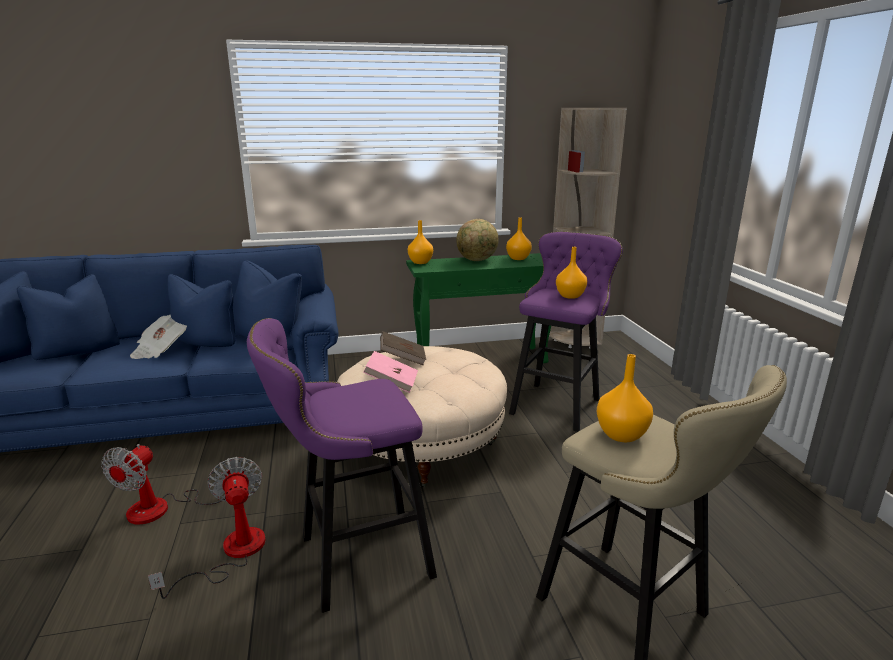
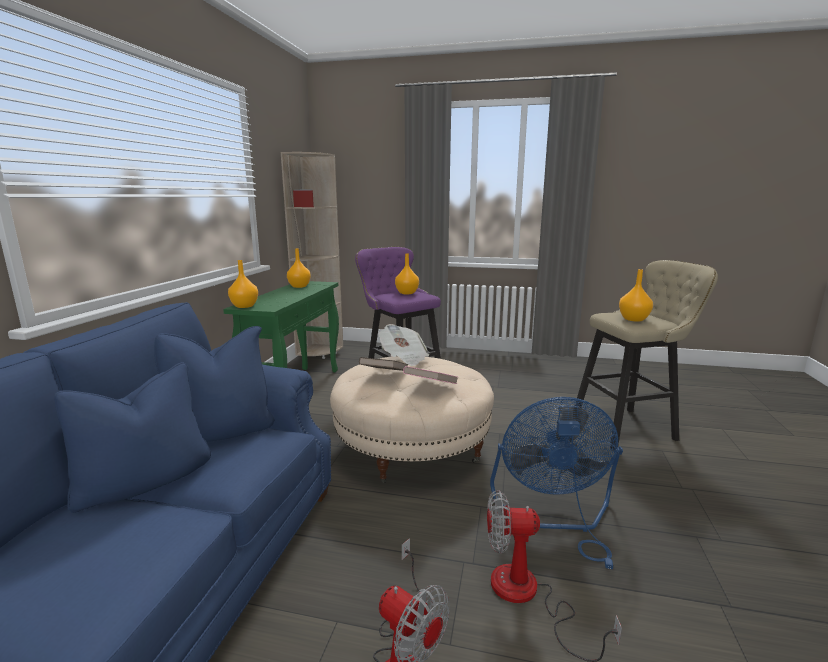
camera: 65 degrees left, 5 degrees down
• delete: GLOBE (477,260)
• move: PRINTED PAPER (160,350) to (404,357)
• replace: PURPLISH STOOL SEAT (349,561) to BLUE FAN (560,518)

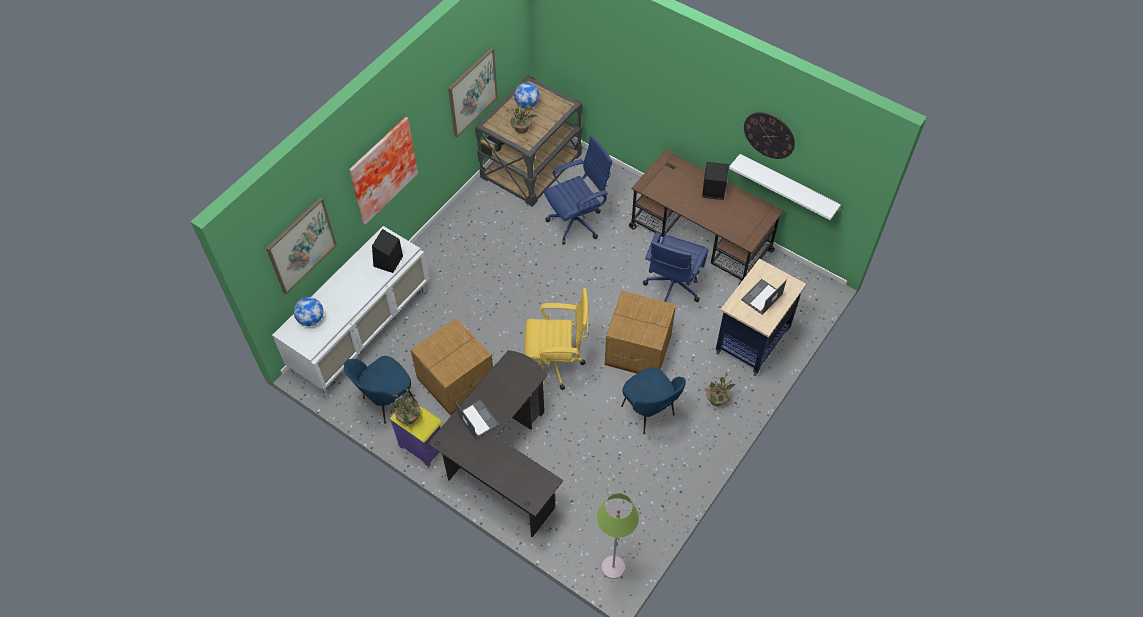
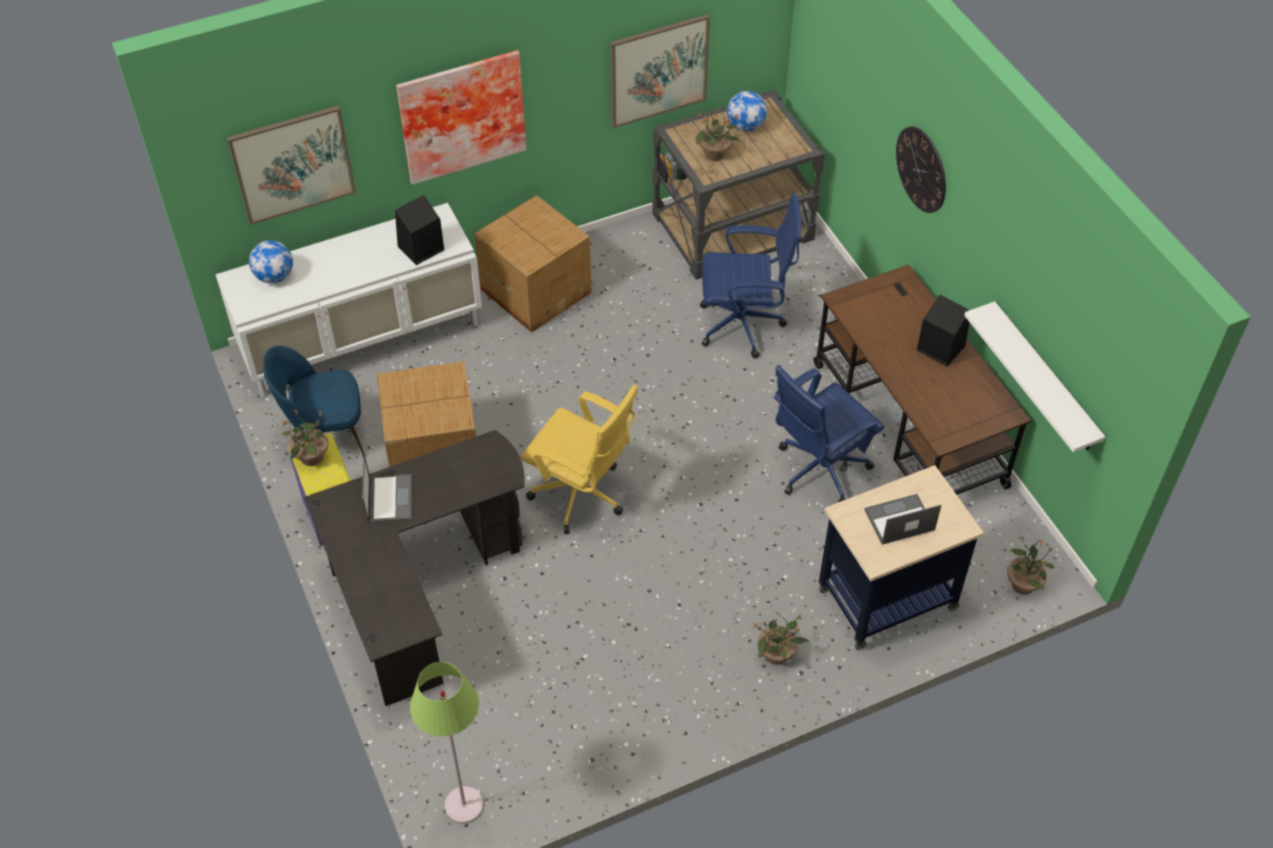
camera: 30 degrees right, 5 degrees down
• move: CLOCK ON THE WALL (769,135) to (921,169)
• move: PACKING BOX (637,348) to (536,289)
• delete: BLUE PLAIN CHAIR (650,414)
• insert: HOUSEPLANT (1023,584)

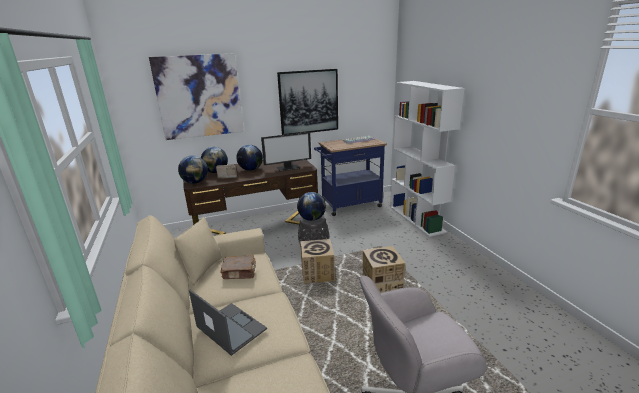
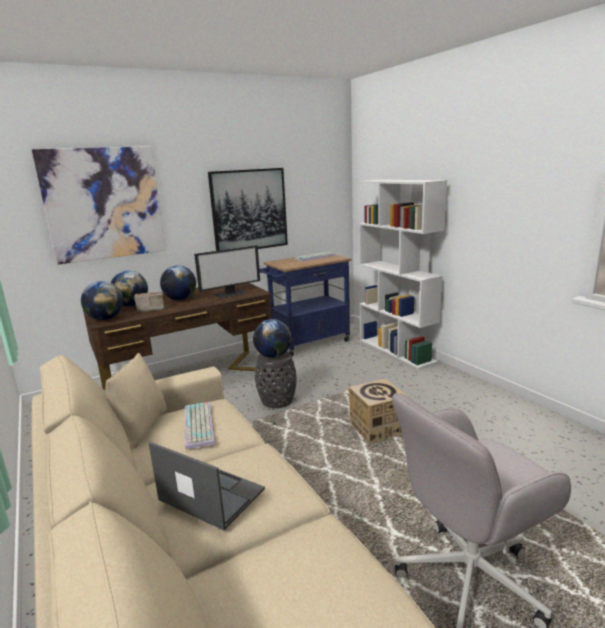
camera: 10 degrees left, 5 degrees down
• delete: PACKING BOX (317,273)
• replace: BROWN BOOK (240,273) to KEYBOARD (200,425)

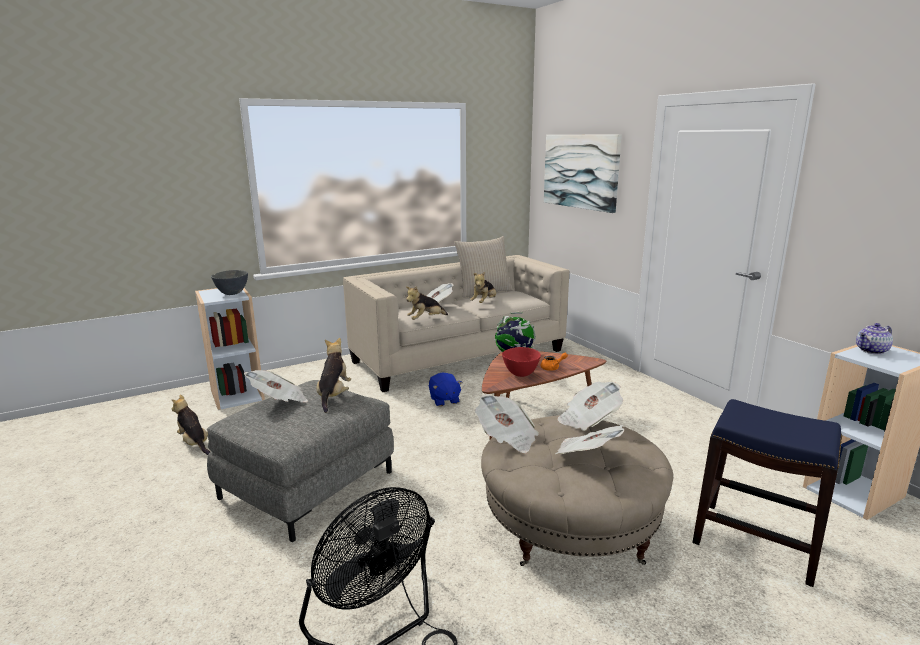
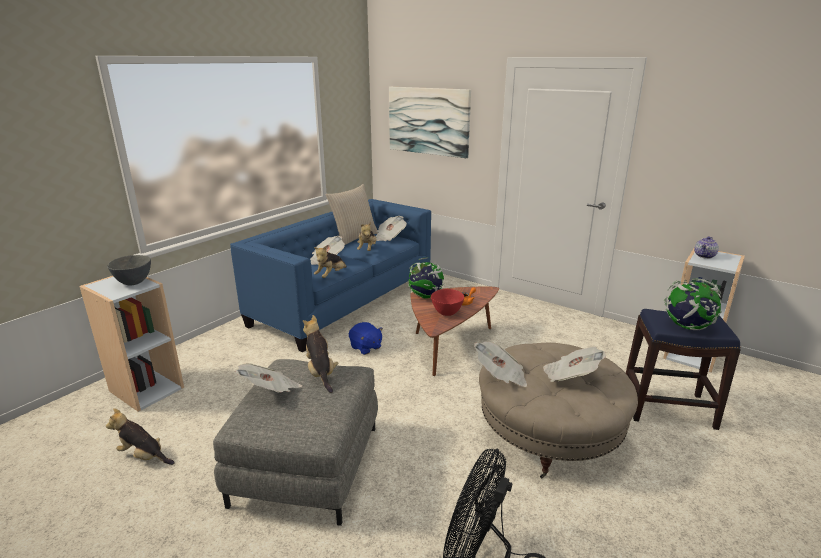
camera: 25 degrees left, 5 degrees up
• recolor: BEIGE COUCH (459,356) to BLUE COUCH (344,302)
• move: PRINTED PAPER (588,420) to (389,237)
• insert: GLOBE (687,327)

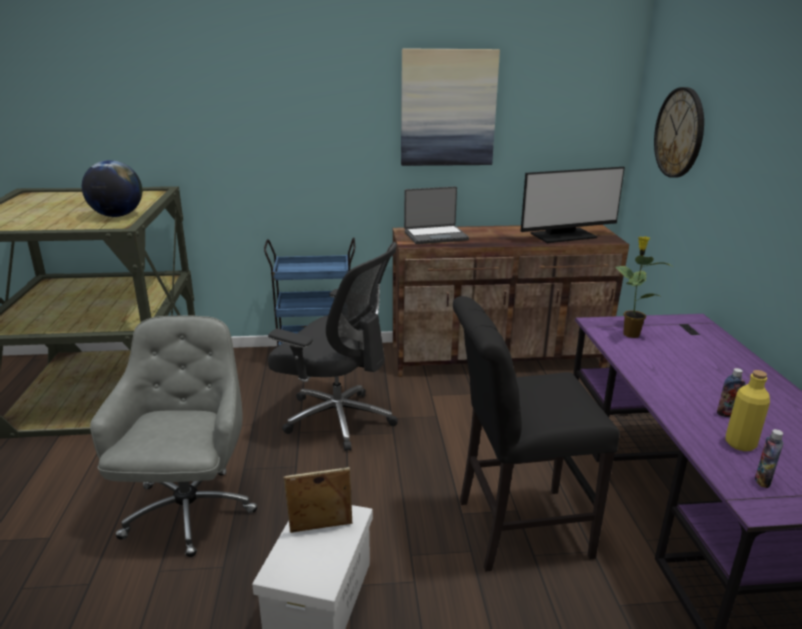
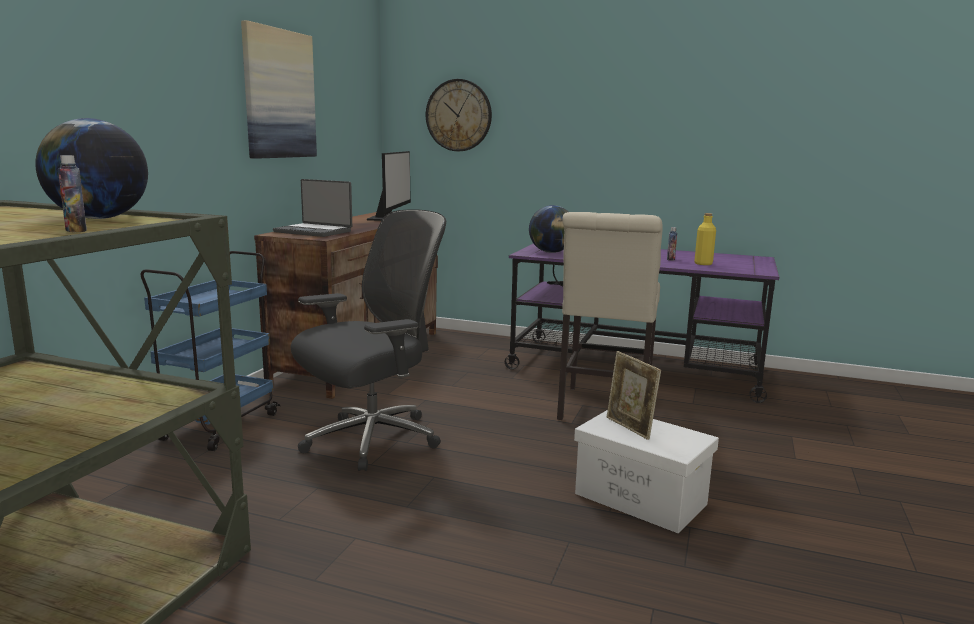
camera: 65 degrees left, 10 degrees down
• rotate: PORTABLE COMPUTER (435,236) = (314,231) 105 degrees clockwise
• replace: HOUSEPLANT (630,333) to GLOBE (551,252)
• recolor: BLACKISH STOOL SEAT (514,528) to BEIGE STOOL SEAT (602,410)
• delete: GRAY DESK CHAIR (189,511)
• move: BEVERAGE BOTTLE (762,481) to (76,230)
• rotate: STANDING FRAME (320,530) = (629,428) 45 degrees counterclockwise

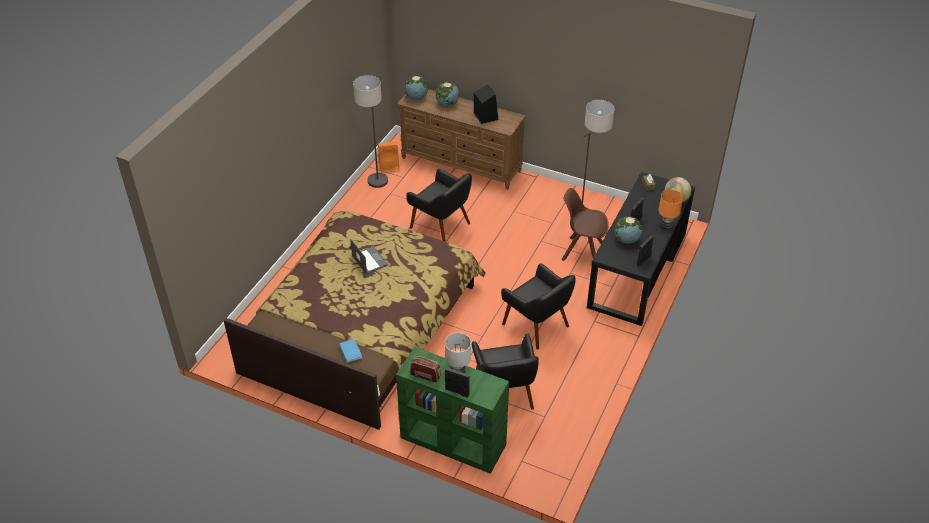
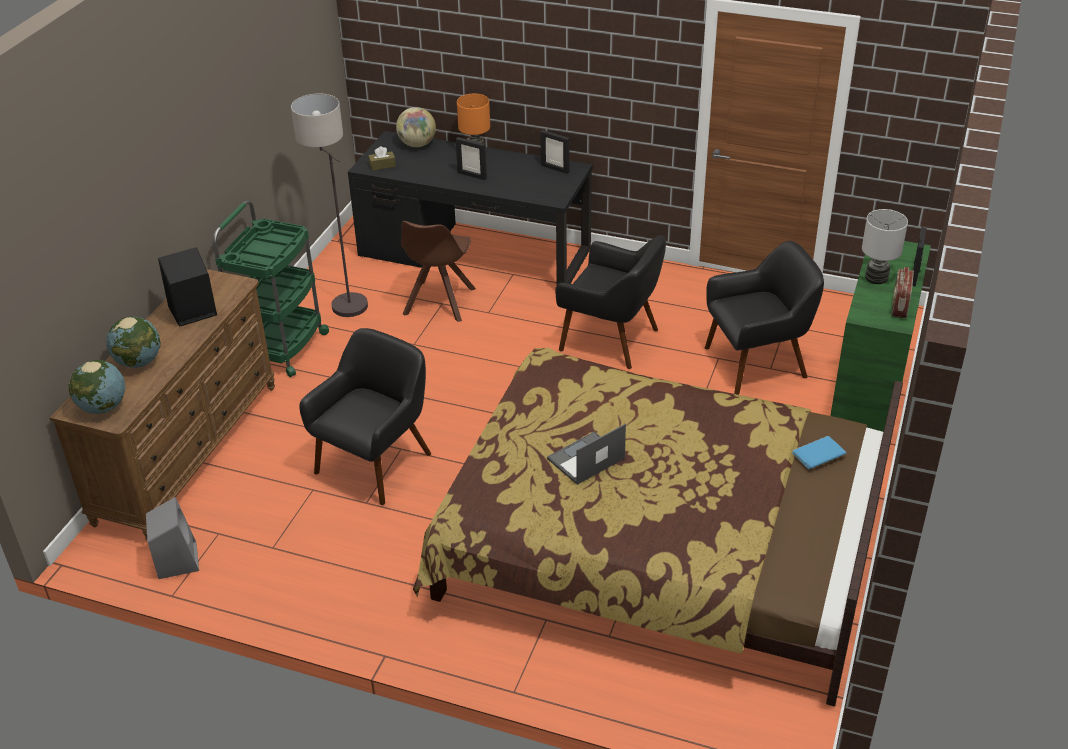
camera: 95 degrees left, 5 degrees down
• delete: GRAY STANDARD LAMP (376,185)
• recolor: ORANGE LOUDSPEAKER (390,166) to GRAY LOUDSPEAKER (177,559)
• delete: GLOBE (627,240)
• rotate: BLACKISH EASY CHAIR (536,325) = (610,340) 75 degrees clockwise
• insert: GREEN-COLOURED CART (281,348)

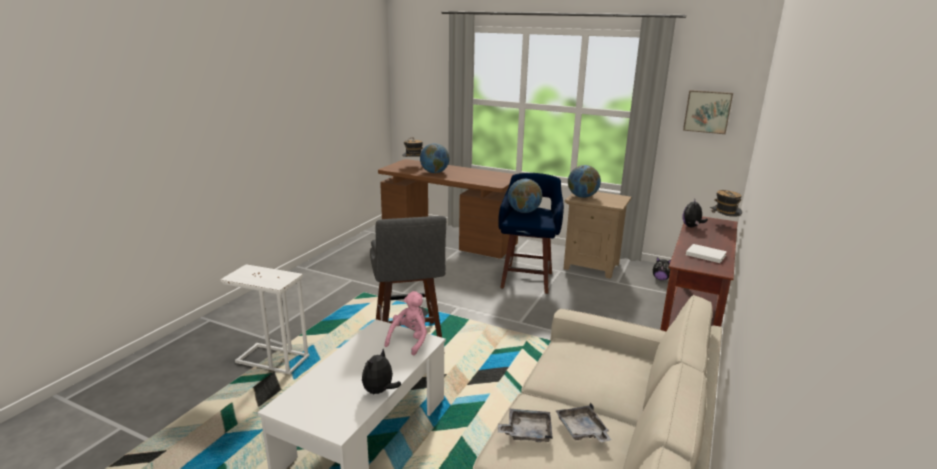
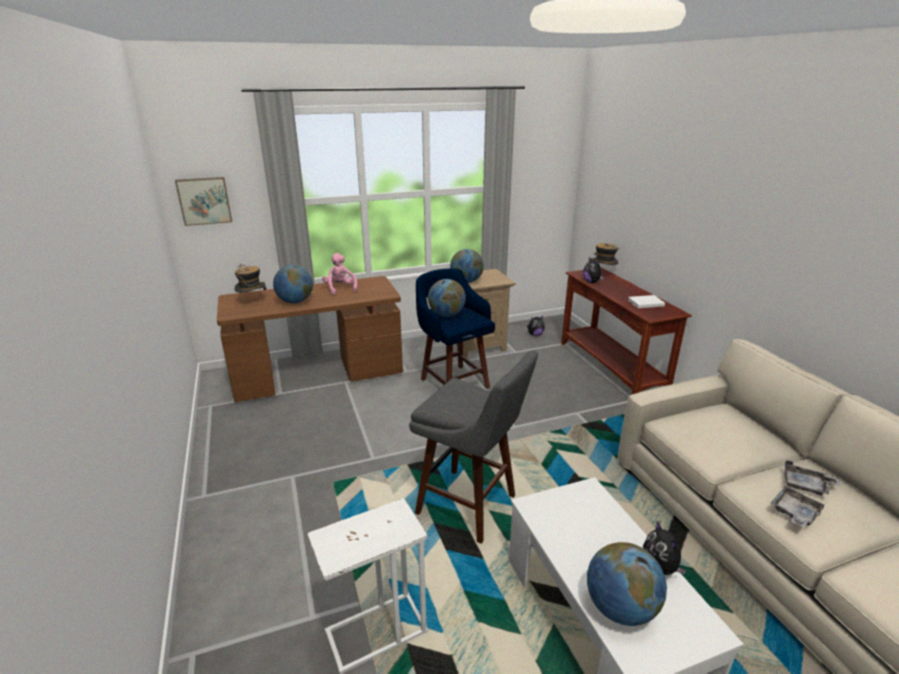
camera: 45 degrees left, 5 degrees up
• move: WALL PICTURE (707,111) to (204,200)
• move: PINK PLUSH TOY (409,340) to (340,289)
• insert: GLOBE (620,608)

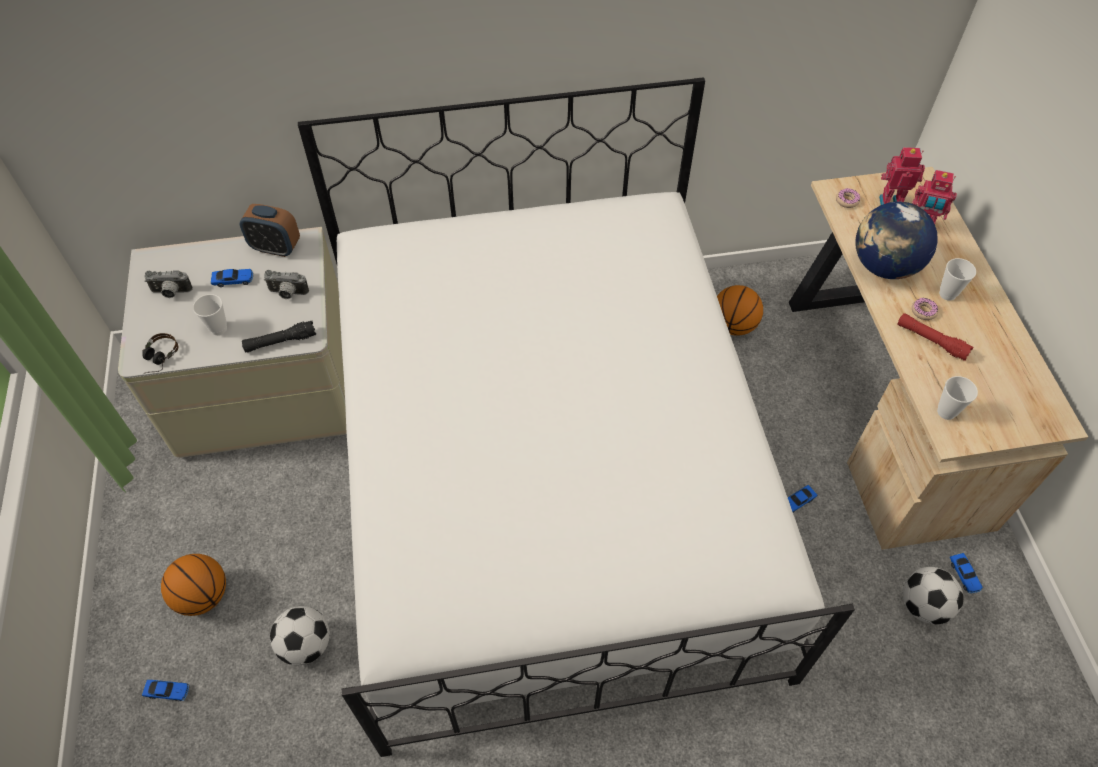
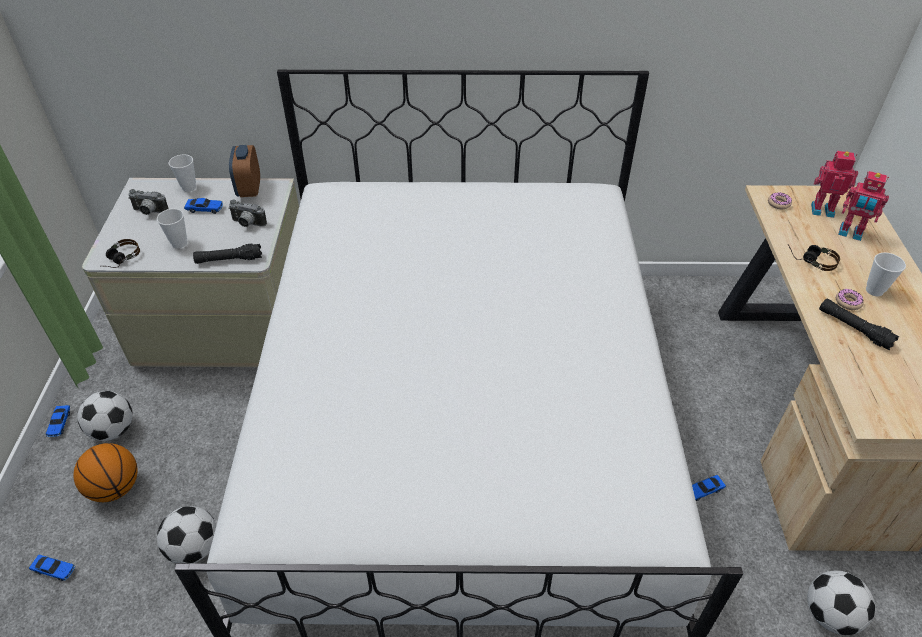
camera: 10 degrees right, 10 degrees down
• replace: GLOBE (884,266) to HEADSET (810,260)
• rotate: ALARM CLOCK (276,248) = (249,189) 60 degrees clockwise
• delete: BASKETBALL (733,325)
• recolor: REDDISH TORCH (931,341) to BLACKISH TORCH (854,329)
• move: CUP (946,412) to (189,187)
• move: TOY CAR (964,575) to (60,424)
• insert: FOOTBALL BALL (113,430)

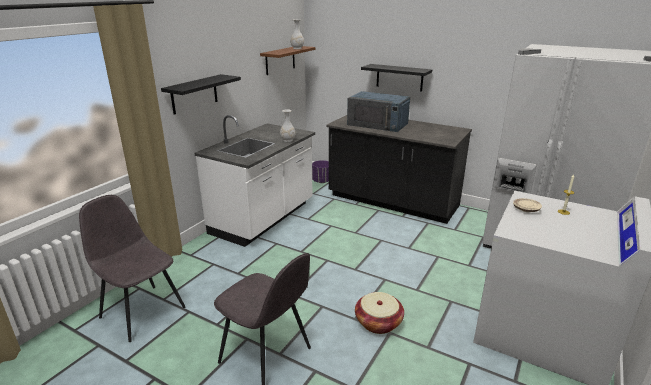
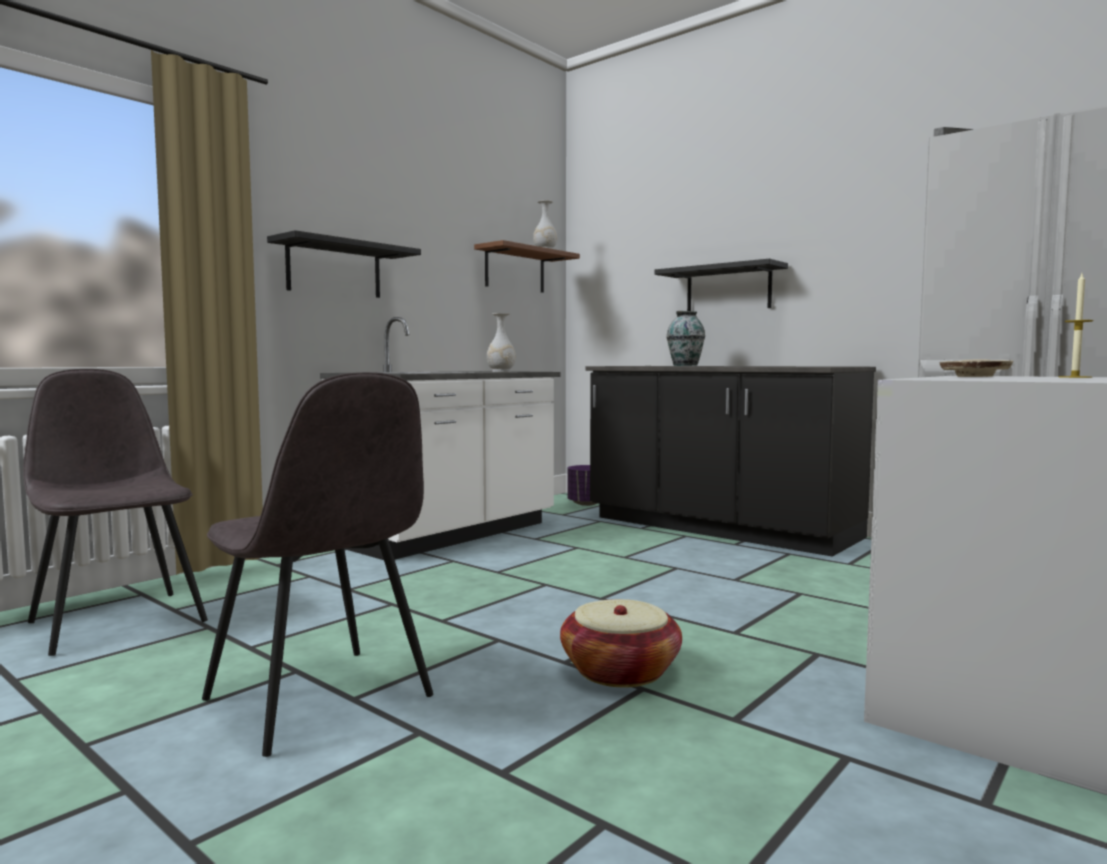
camera: 10 degrees right, 20 degrees down
• replace: BLUE MICROWAVE OVEN (378,124) to FLOWER VASE (685,365)

